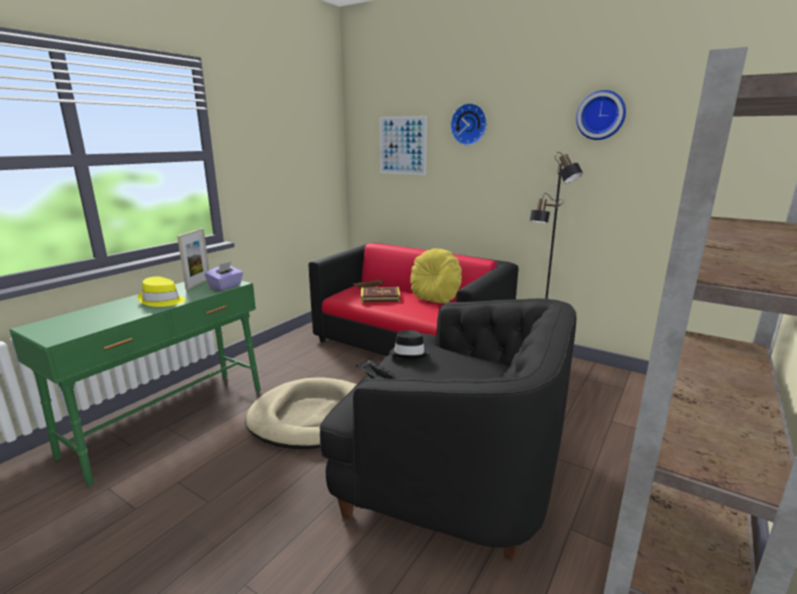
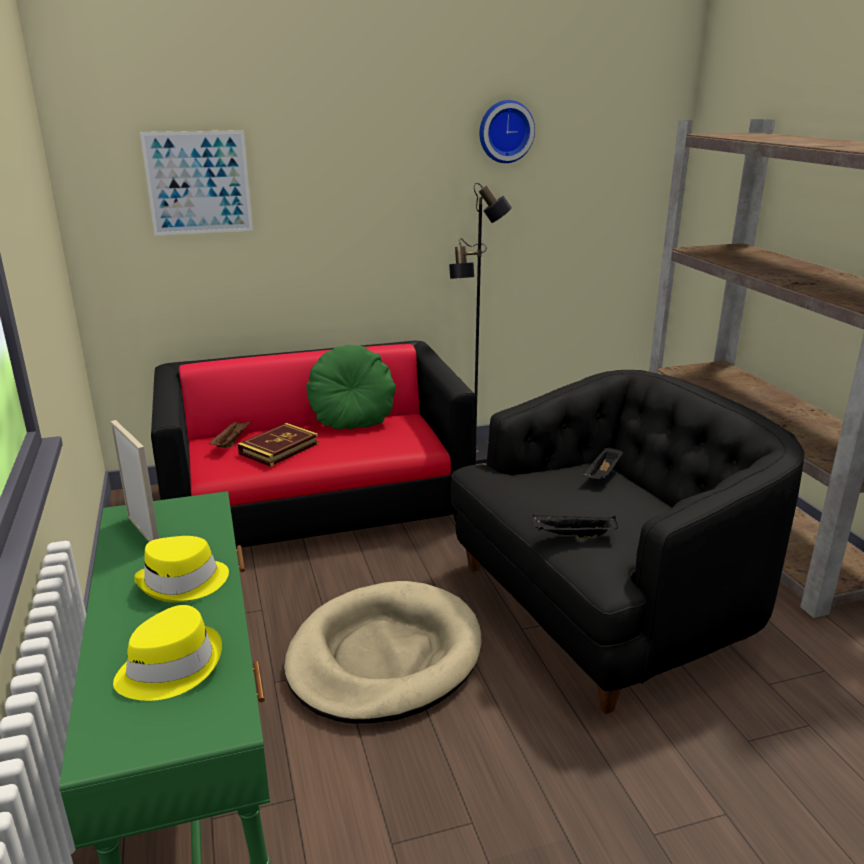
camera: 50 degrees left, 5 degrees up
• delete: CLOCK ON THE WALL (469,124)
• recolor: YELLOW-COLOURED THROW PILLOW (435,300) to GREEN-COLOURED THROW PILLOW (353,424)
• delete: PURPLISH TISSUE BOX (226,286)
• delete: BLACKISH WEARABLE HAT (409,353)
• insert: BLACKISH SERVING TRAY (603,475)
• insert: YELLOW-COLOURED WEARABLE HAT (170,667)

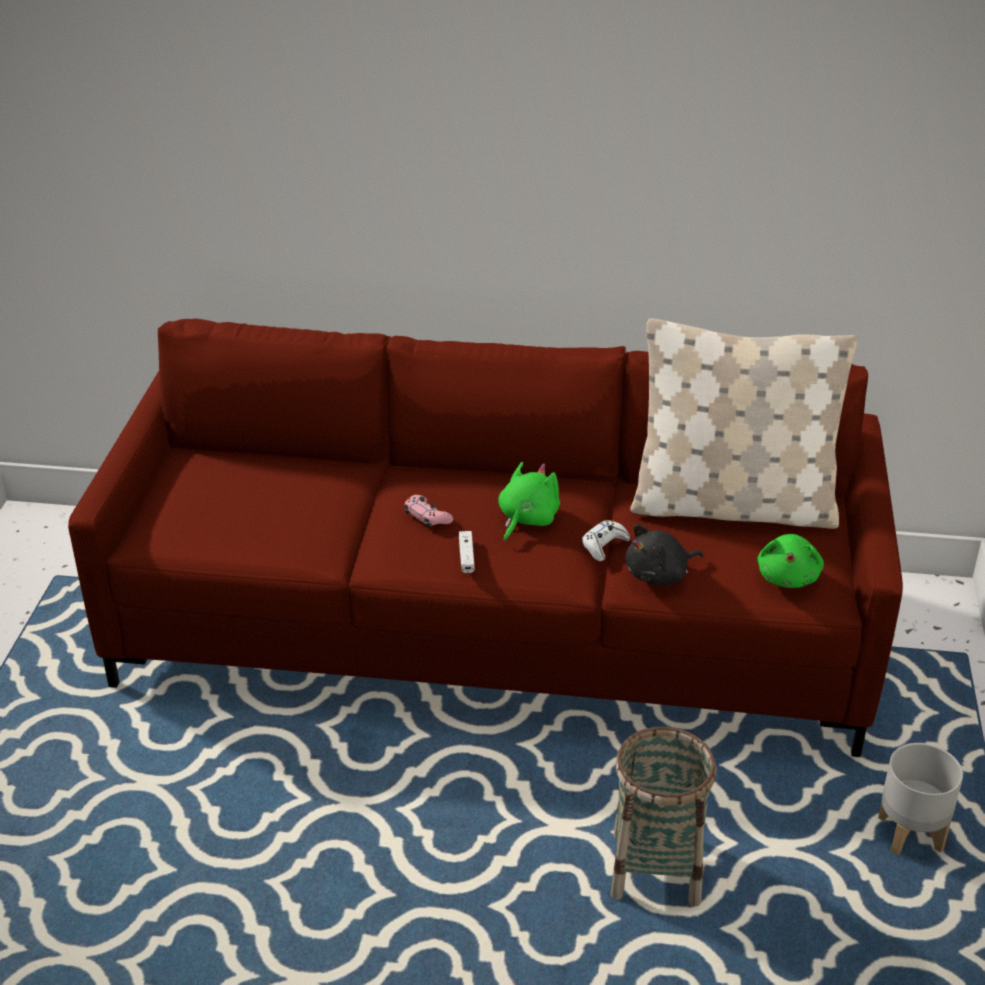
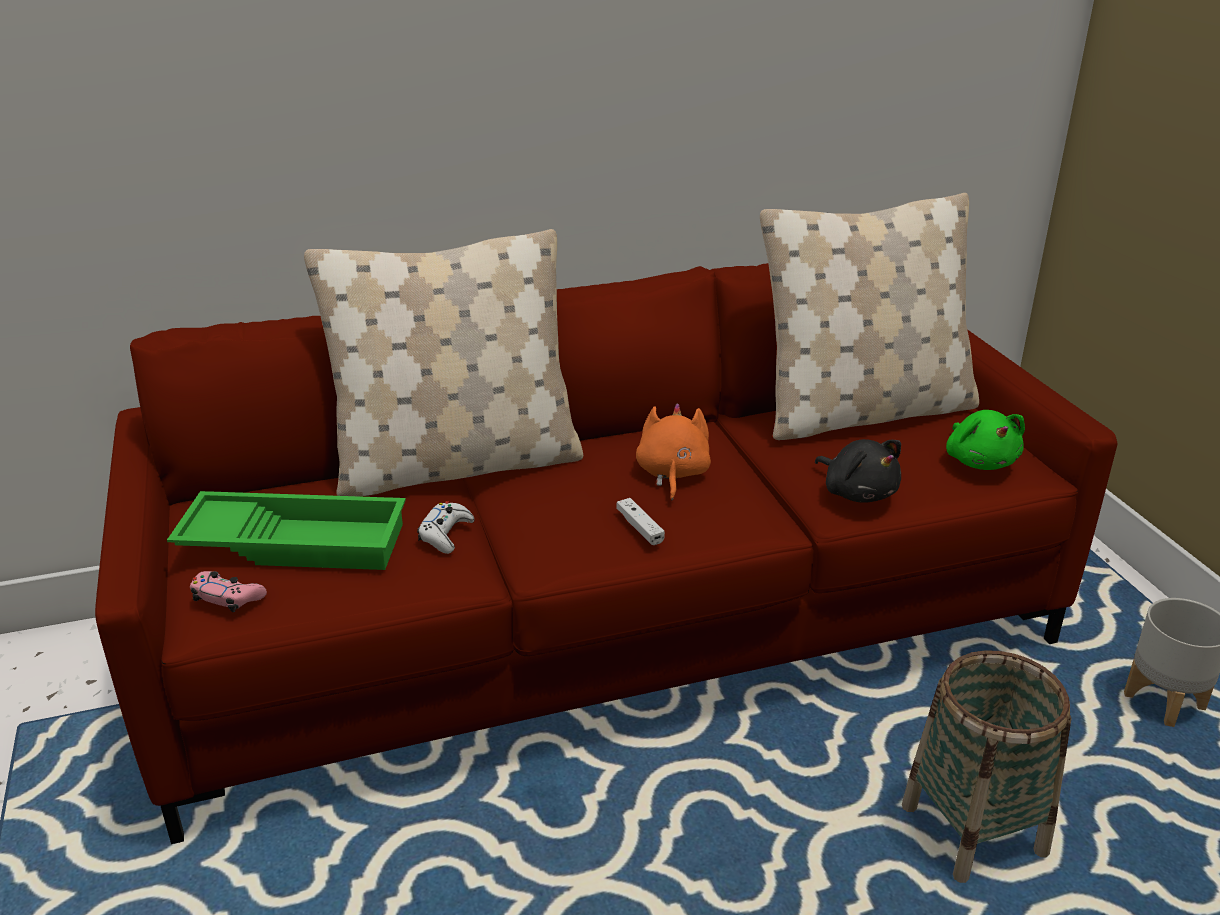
camera: 25 degrees left, 5 degrees down
• recolor: GREEN-COLOURED PLUSH TOY (526,519) to ORANGE PLUSH TOY (672,474)
• move: PINK GAME CONTROLLER (427,517) to (227,597)
• move: WHITE-COLOURED GAME CONTROLLER (604,545) to (445,534)
• rotate: BLACKISH PLUSH TOY (659,575) = (857,492) 75 degrees counterclockwise
• insert: BEIGE THROW PILLOW (457,464)
• insert: GREEN-COLOURED SERVING TRAY (296,541)

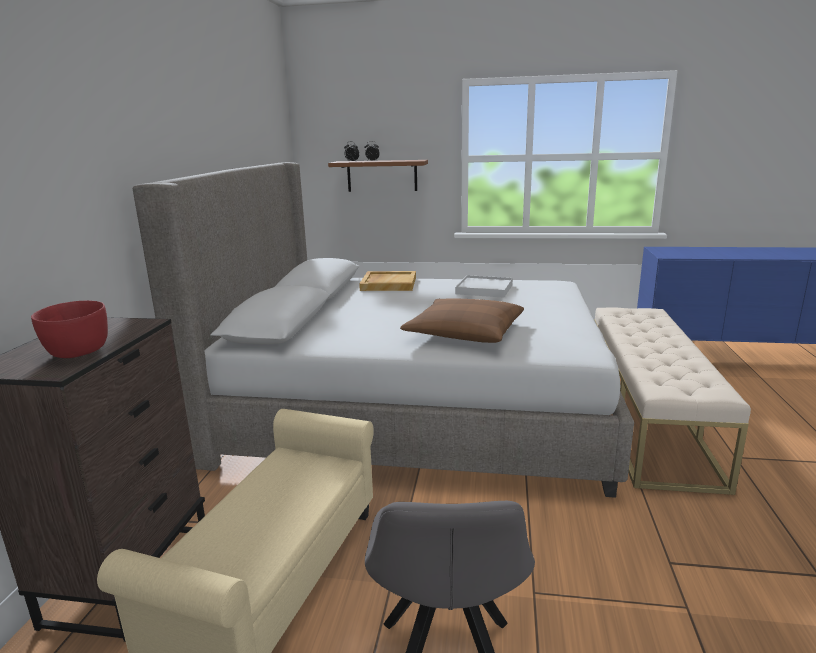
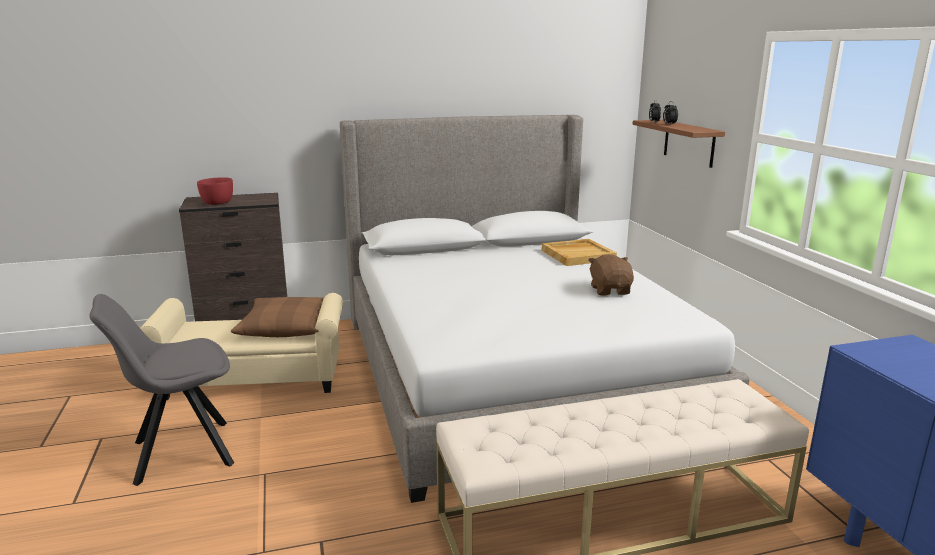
camera: 65 degrees right, 0 degrees up
• replace: WHITE-COLOURED SERVING TRAY (484,289) to BROWN PLUSH TOY (610,290)
• move: BROWN THROW PILLOW (464,332) to (286,326)

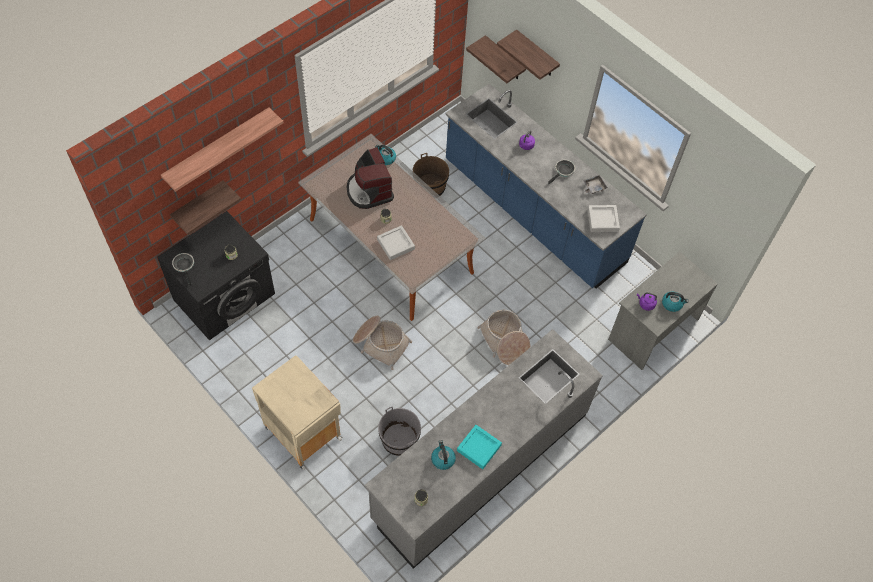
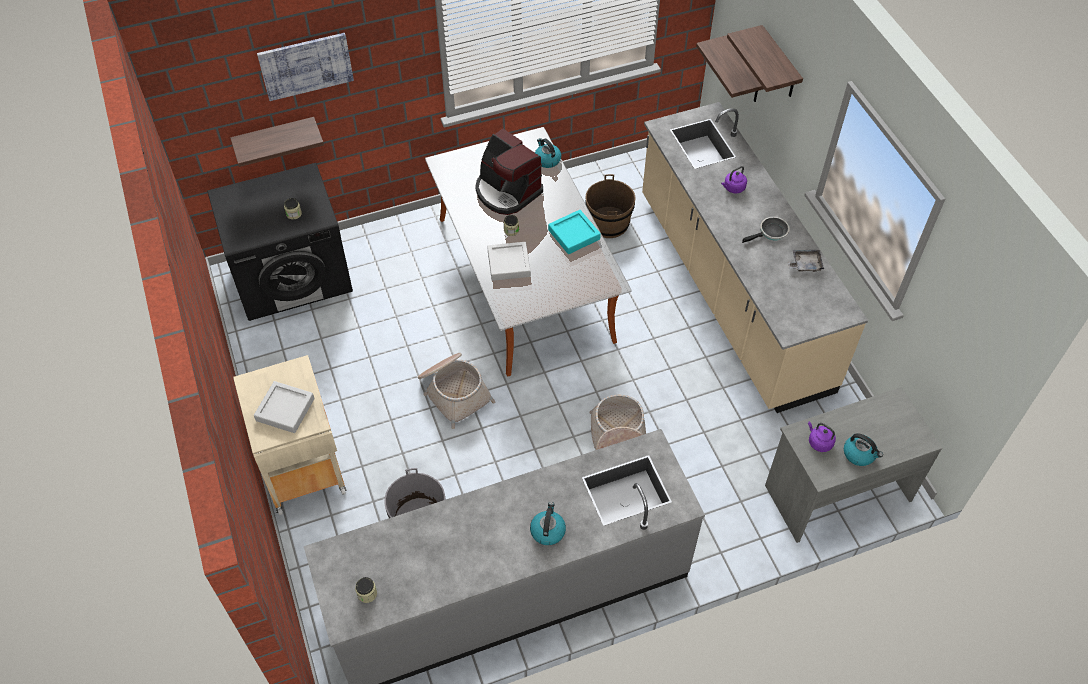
camera: 25 degrees right, 5 degrees down
• recolor: BLUE KITCHEN BASE UNIT (533,212) to BEIGE KITCHEN BASE UNIT (731,291)
• replace: WALL SHELF (217,148) to WALL PICTURE (306,65)
• rotate: COFFEE MAKER (369,191) = (507,191) 45 degrees counterclockwise
• move: GRAY SERVING TRAY (602,220) to (285,409)
• delete: SKILLET (184,266)
• move: BLUE-GREEN SERVING TRAY (479,448) to (574,234)
• move: WATER KETTLE (442,459) to (547,530)

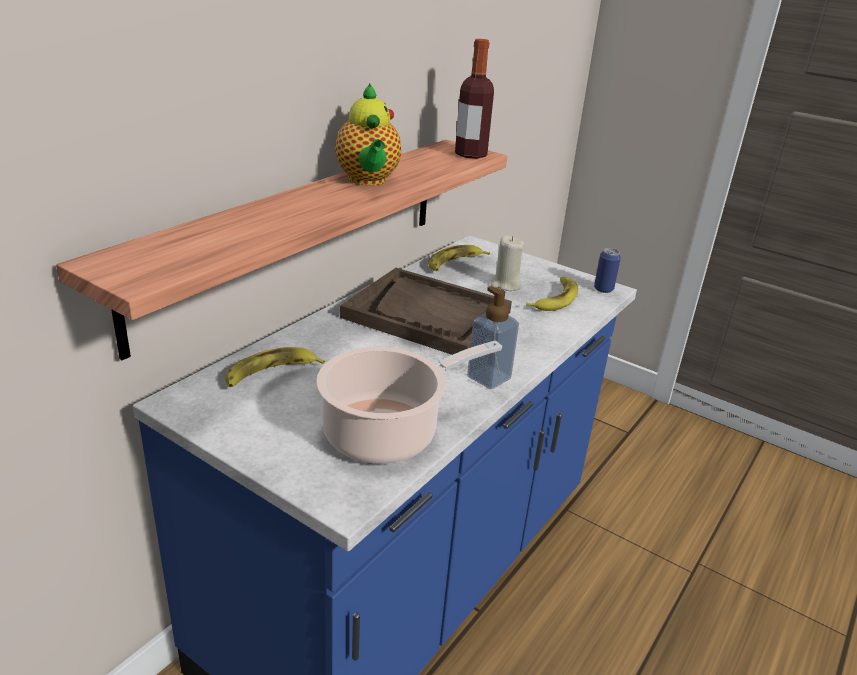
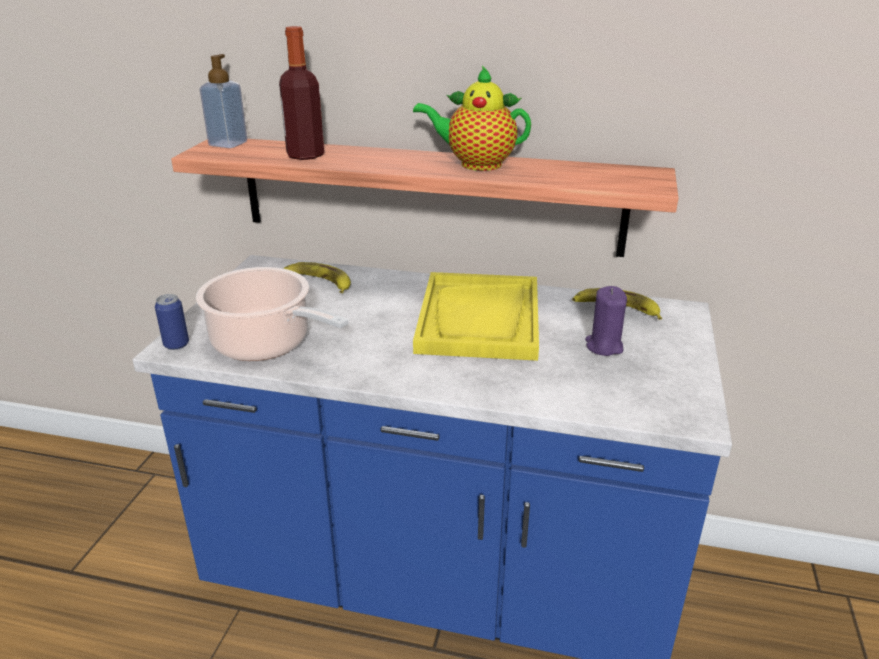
camera: 70 degrees right, 0 degrees up
• move: BEVERAGE BOTTLE (471,154) to (305,155)
• rotate: TEA POT (368,180) = (476,164) 45 degrees clockwise
• recolor: BEIGE CANDLE (505,285) to PURPLISH CANDLE (604,346)
• move: METAL CAN (603,289) to (176,344)
• recolor: BROWN SERVING TRAY (427,315) to YELLOW-COLOURED SERVING TRAY (479,319)
• delete: WHOLE BANANA (555,299)
• move: LIQUID SOAP BOTTLE (489,378) to (228,144)

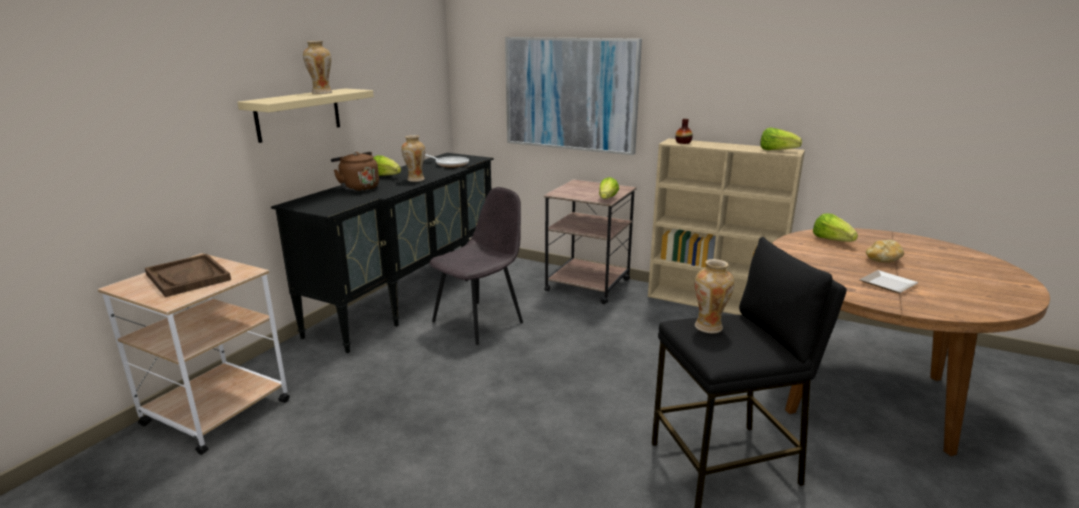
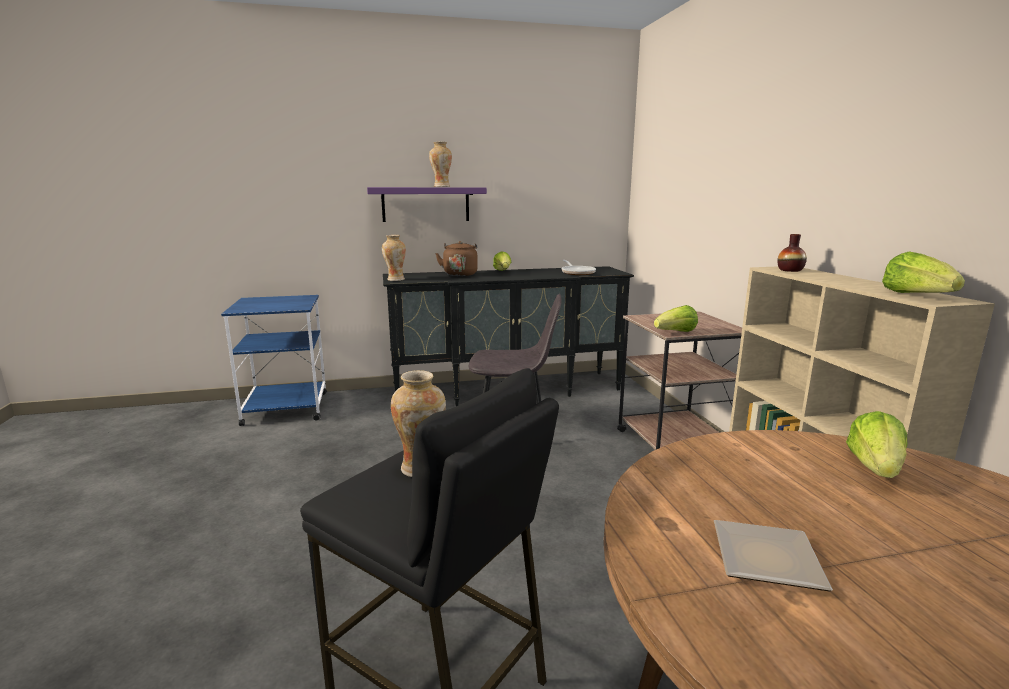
camera: 50 degrees right, 5 degrees down
• delete: WALL PICTURE (571,94)
• recolor: BEIGE WALL SHELF (298,114) to PURPLISH WALL SHELF (425,204)
• move: FLOWER VASE (415,180) to (395,279)
• delete: BAKED BREAD (882,260)
• recolor: BEIGE CART (219,410) to BLUE CART (288,408)
• delete: BROWN SERVING TRAY (188,277)

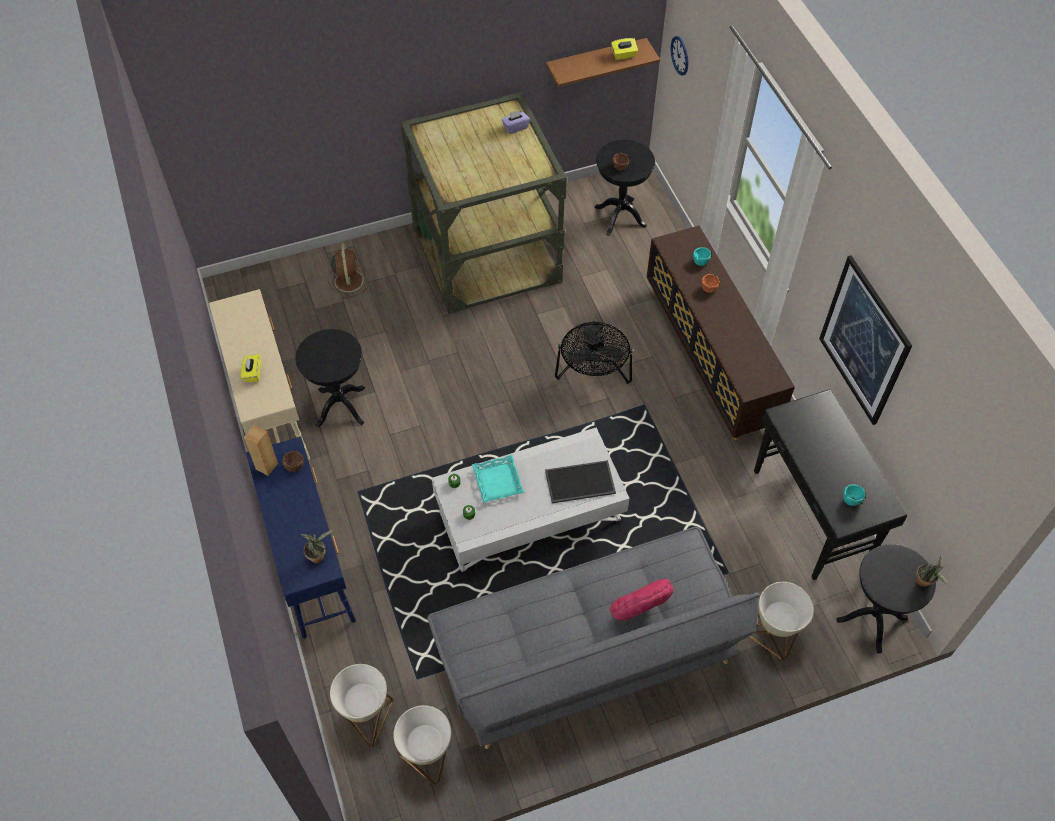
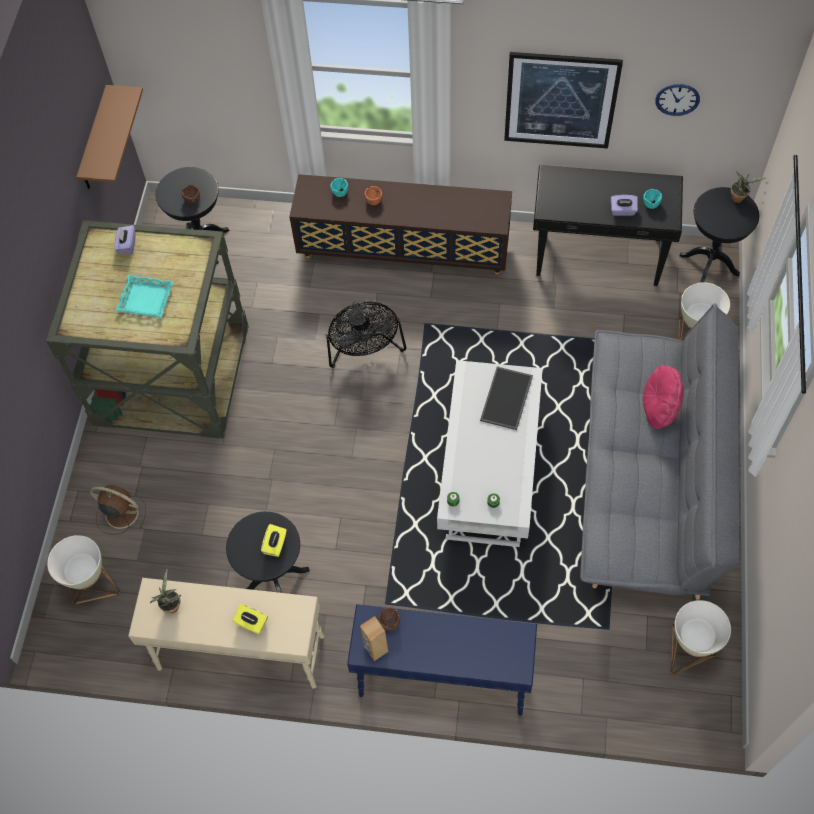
camera: 60 degrees left, 5 degrees up
• move: CLOCK ON THE WALL (680,55) to (677,99)
• move: YELLOW-COLOURED TISSUE BOX (623,55) to (275,545)
• rotate: BLACKISH FAN (590,369) = (361,347) 45 degrees clockwise
• move: BLUE-GREEN SERVING TRAY (497,481) to (145,299)
• move: HOUSEPLANT (318,555) to (171,604)
• move: PLANT POT (368,717) to (93,586)
• insert: PURPLISH TISSUE BOX (622,211)

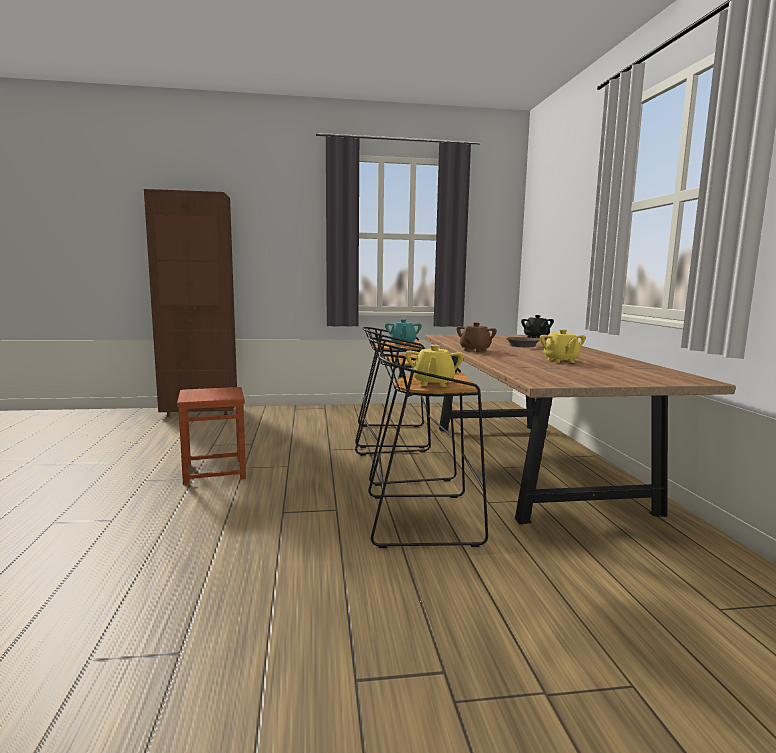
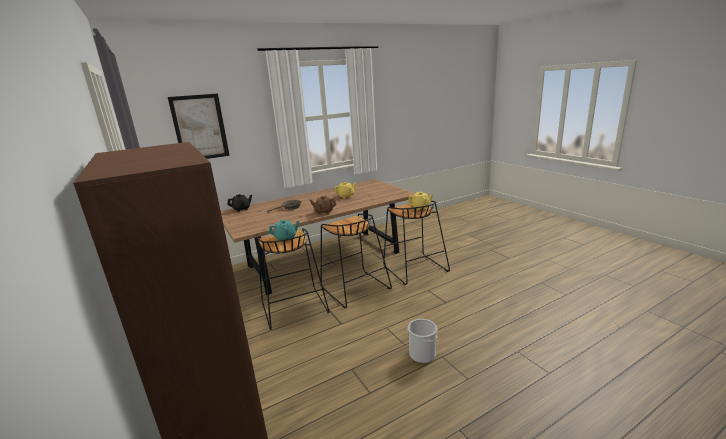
camera: 110 degrees left, 10 degrees up
• replace: BROWN STOOL SEAT (215,471) to PAIL (422,354)
• insert: WALL PICTURE (200,127)

